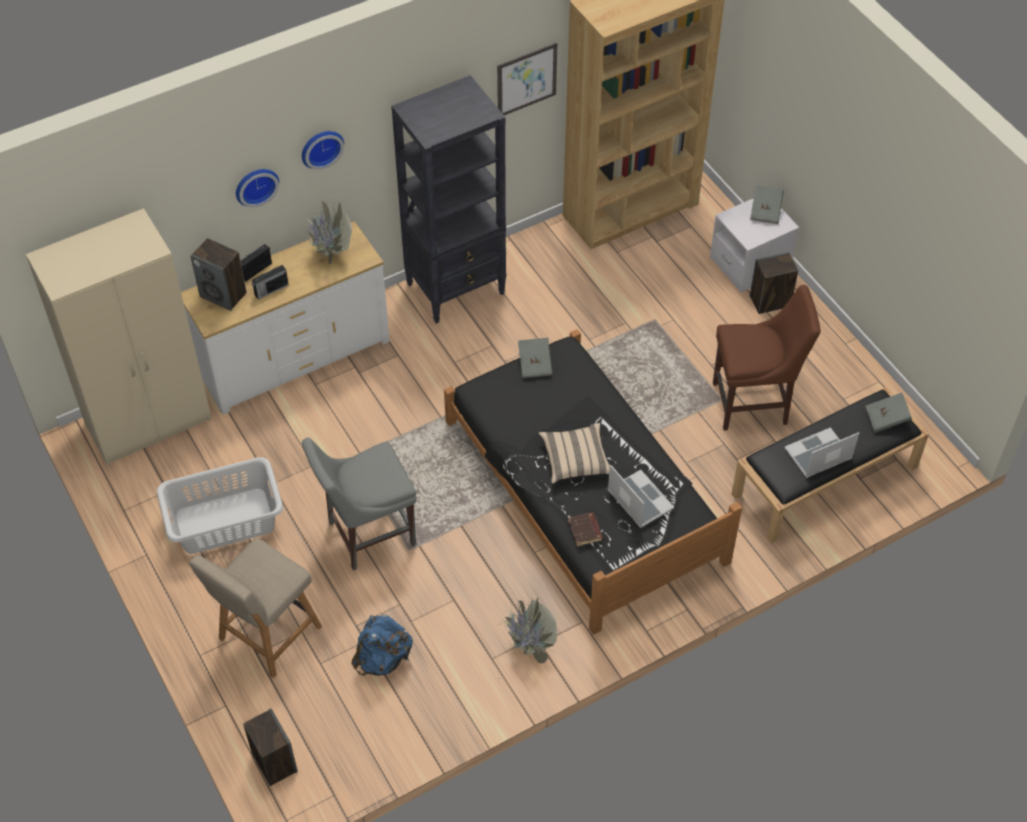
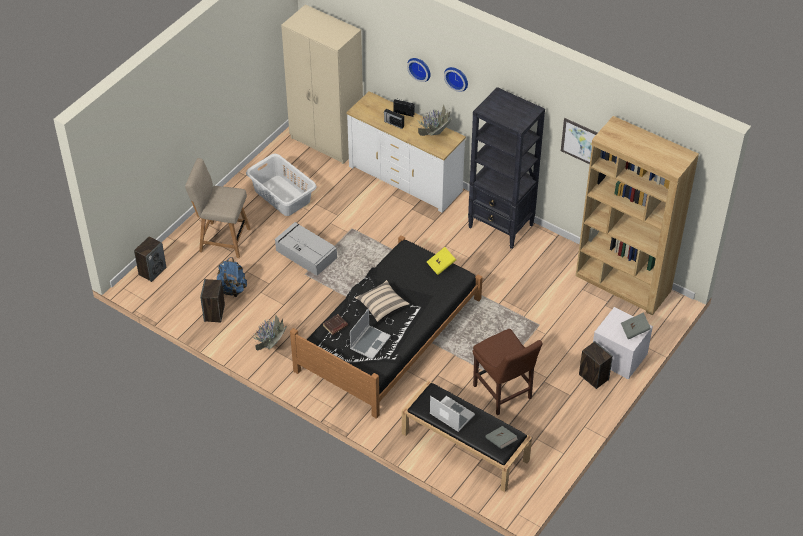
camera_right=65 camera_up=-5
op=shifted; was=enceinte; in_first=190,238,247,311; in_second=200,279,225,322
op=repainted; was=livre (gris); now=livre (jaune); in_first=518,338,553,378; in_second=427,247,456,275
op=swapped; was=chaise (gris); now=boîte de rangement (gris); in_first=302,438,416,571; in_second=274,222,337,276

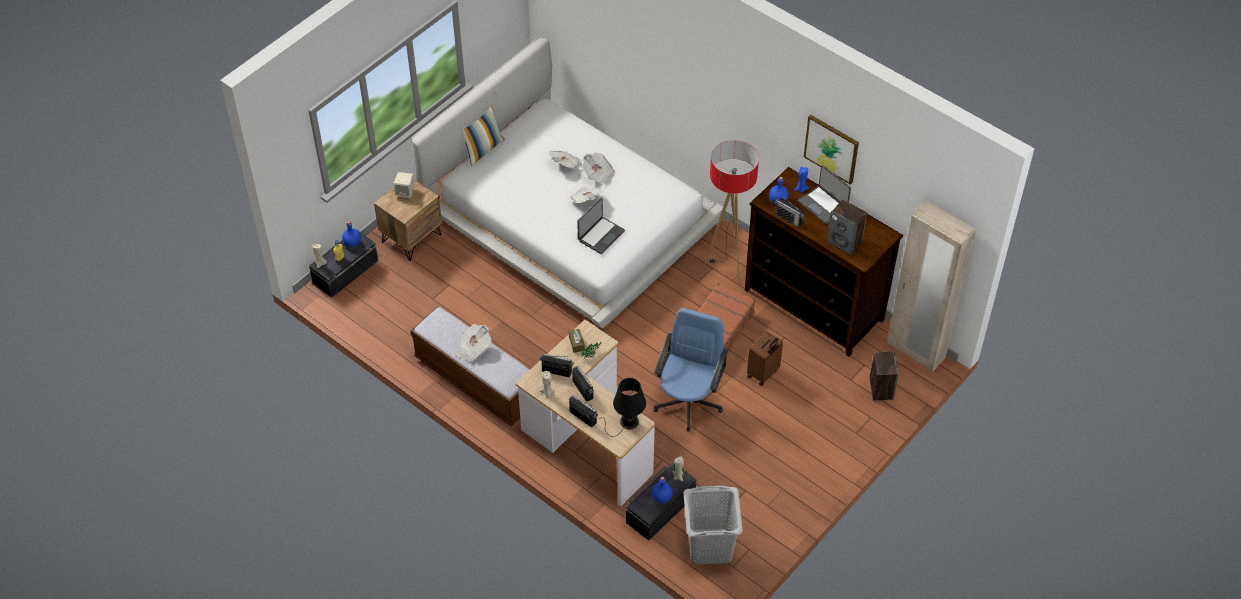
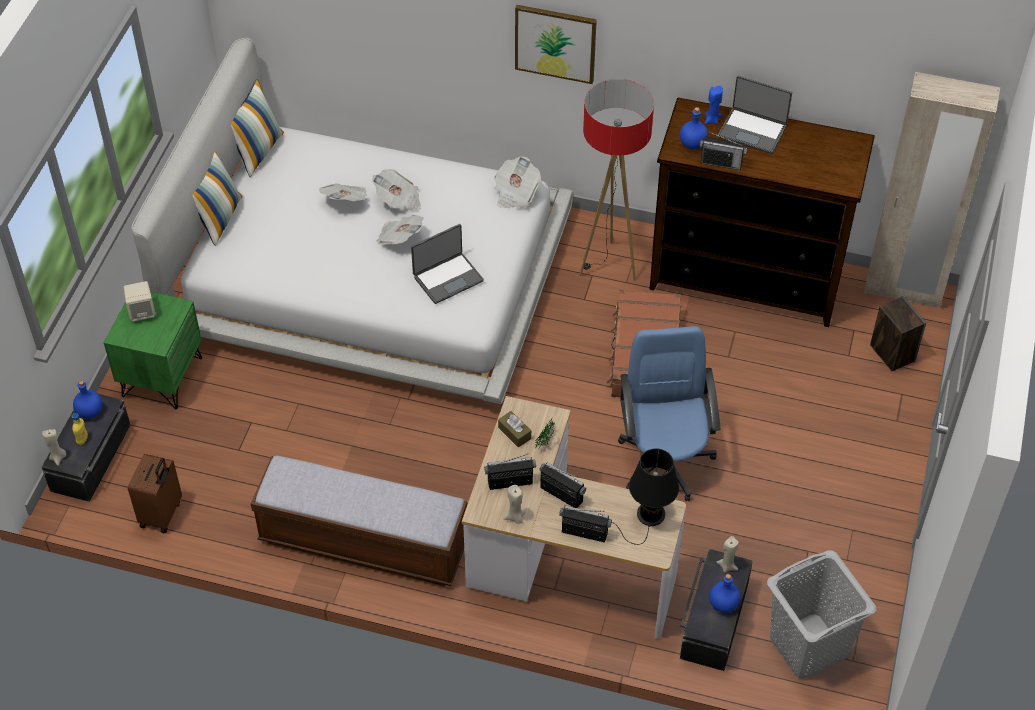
camera_right=-25 camera_up=0
op=shifted; was=tableau; in_first=804,115,859,185; in_second=515,5,597,84
op=repainted; was=table de chevet (marron); now=table de chevet (vert); in_first=374,180,442,261; in_second=104,292,202,409
op=rotated; was=ordinateur portable; in_first=577,197,625,254; in_second=411,224,484,304; clockwise=45
op=gone; was=enceinte; in_first=827,200,867,255
op=shifted; was=journal; in_first=456,324,492,362; in_second=494,156,541,208
op=shifted; was=valise (marron); in_first=747,331,783,386; in_second=128,454,182,533
op=new; now=coussin; in_second=231,79,284,177

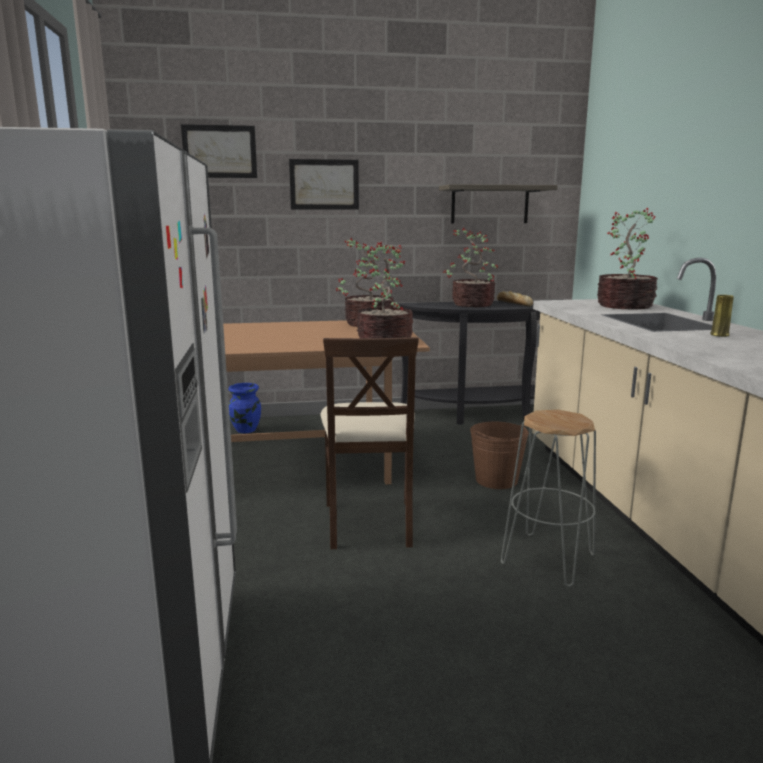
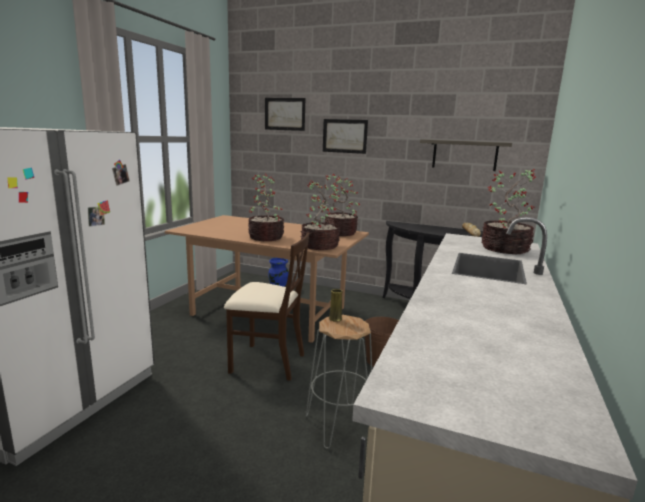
camera_right=30 camera_up=0
op=shifted; was=plante en pot; in_first=443,228,498,307; in_second=248,173,284,241
op=shifted; was=vase (jaune); in_first=710,295,734,337; in_second=329,289,342,322
op=rotated; was=chaise (beige); in_first=320,337,419,549; in_second=224,233,310,381; clockwise=-105

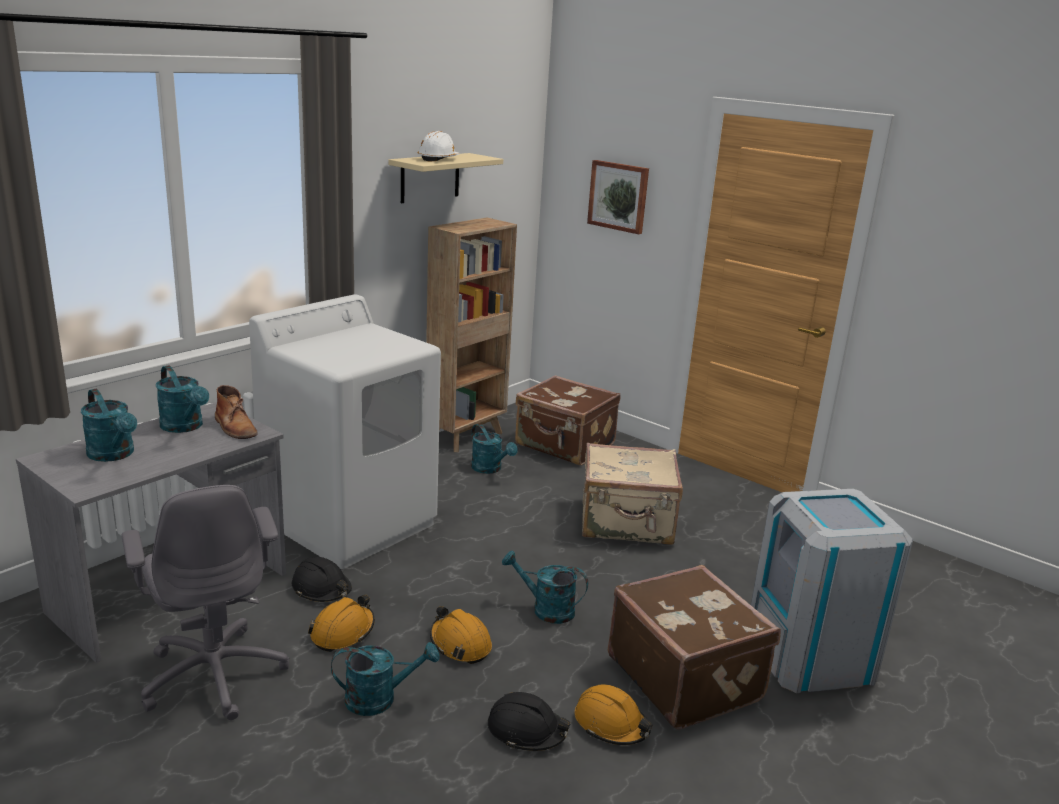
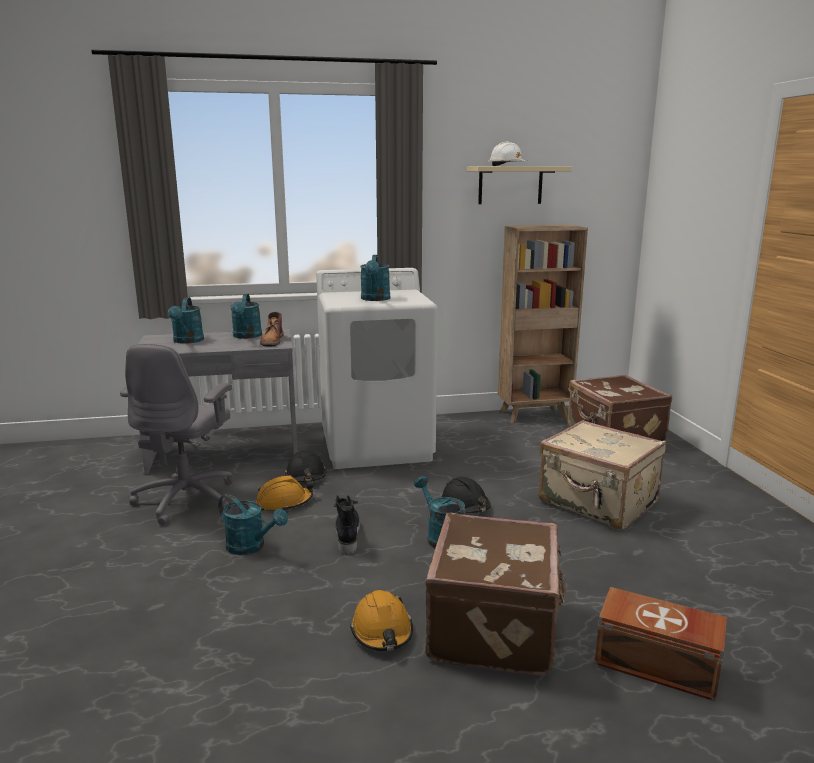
camera_right=40 camera_up=-5
op=gone; was=tableau; in_first=587,160,649,234
op=shifted; was=arrosoir (turquoise); in_first=471,424,518,474; in_second=360,255,390,301
op=swapped; was=poubelle (gris); now=boîte de rangement (marron); in_first=751,489,913,693; in_second=595,587,727,702
op=swapped; was=casque de chantier (orange); now=botte (noir); in_first=430,606,492,664; in_second=334,495,360,554
op=shifted; was=casque de chantier (noir); in_first=488,692,571,751; in_second=442,477,491,513

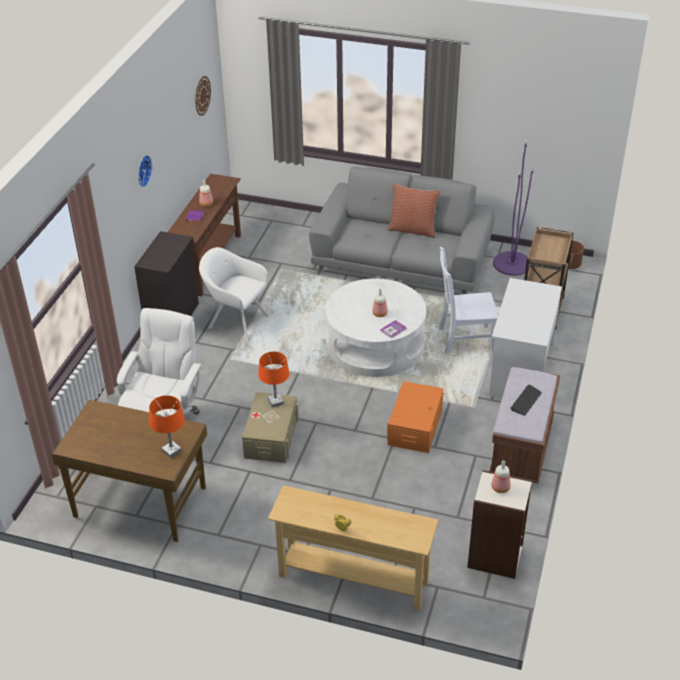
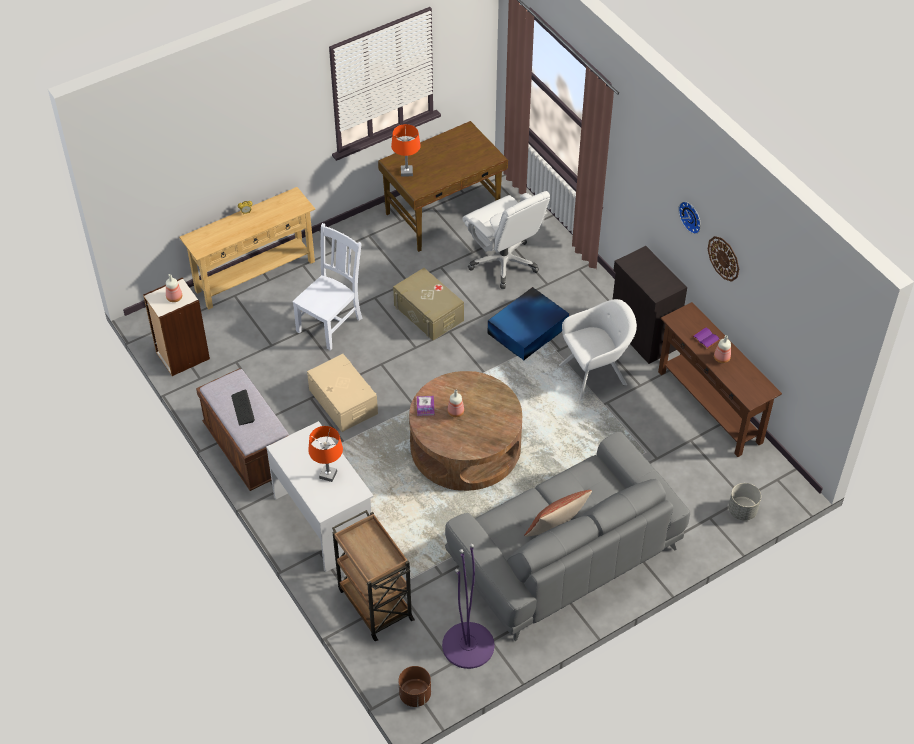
camera_right=130 camera_up=10
op=shifted; was=horloge murale; in_first=195,76,211,116; in_second=708,236,739,282
op=shifted; was=chaise (blanc); in_first=439,247,498,354; in_second=293,223,363,351
op=repainted; was=table basse (blanc); now=table basse (marron); in_first=325,279,426,377; in_second=409,371,522,491
op=shifted; was=lampe de table (orange); in_first=258,352,289,408; in_second=308,426,343,482
op=repainted; was=boîte de rangement (orange); now=boîte de rangement (beige); in_first=387,381,444,453; in_second=307,354,378,432
op=new; now=boîte de rangement (bleu); in_second=488,287,569,360
op=new; now=cache-pot (gris); in_second=728,483,761,520

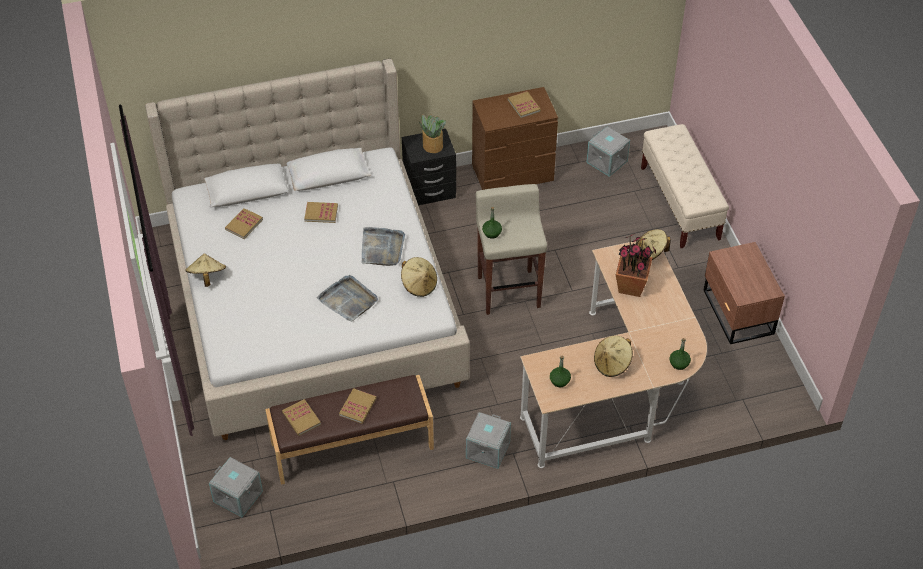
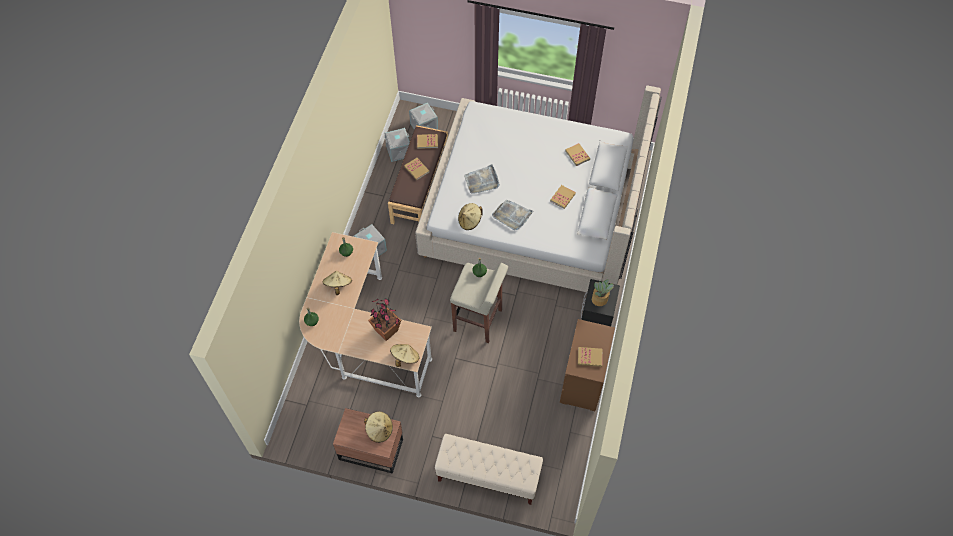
camera_right=120 camera_up=10
op=shifted; was=boîte de rangement (gris); in_first=586,127,630,177; in_second=385,128,410,162
op=shifted; was=chapeau (beige); in_first=185,254,226,287; in_second=364,411,393,443

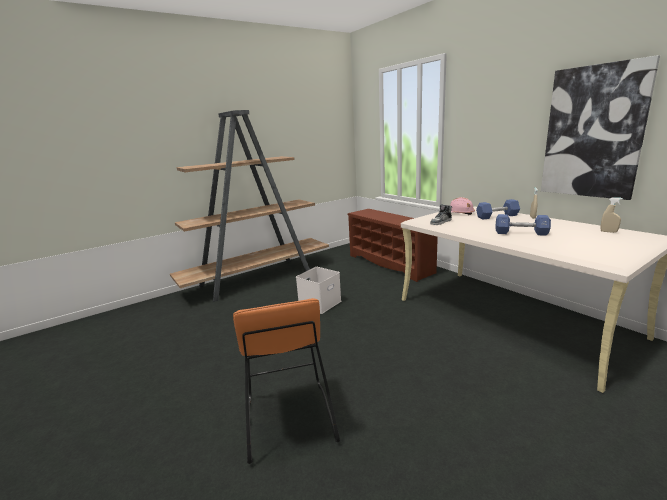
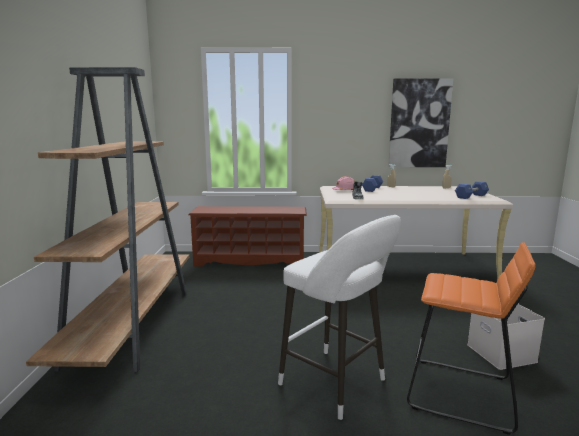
camera_right=-55 camera_up=-5
op=shifted; was=haltère (bleu); in_first=495,214,551,236; in_second=455,181,489,199
op=shifted; was=boîte de rangement (blanc); in_first=296,267,341,314; in_second=467,304,545,370
op=new; now=tabouret (blanc); in_second=278,215,401,420

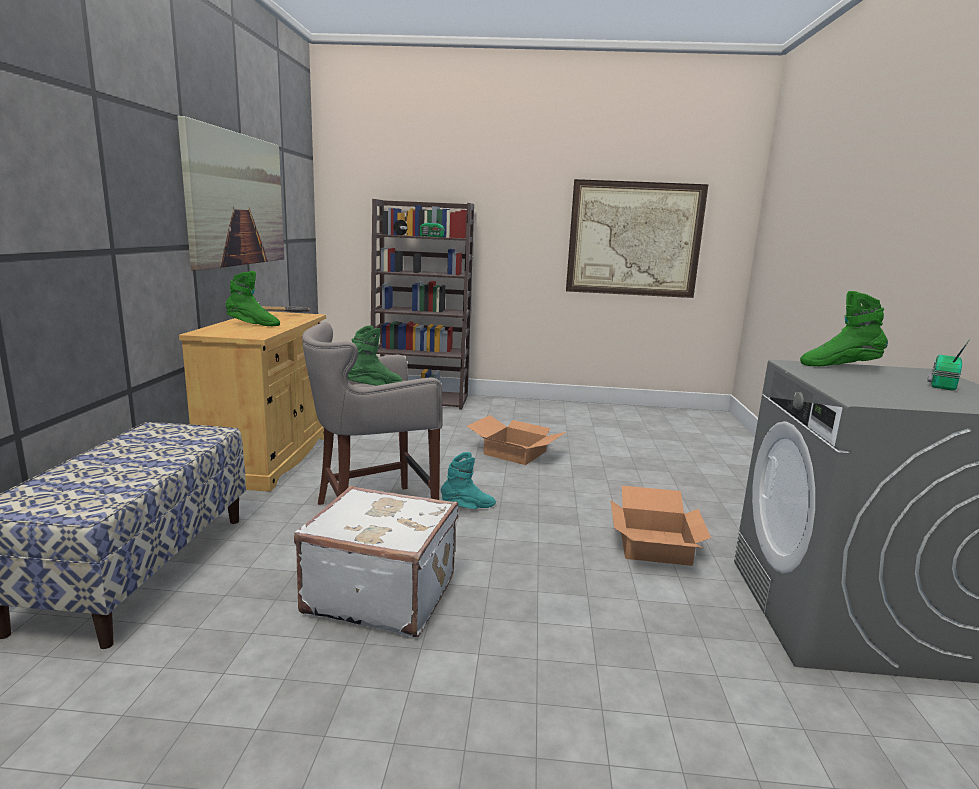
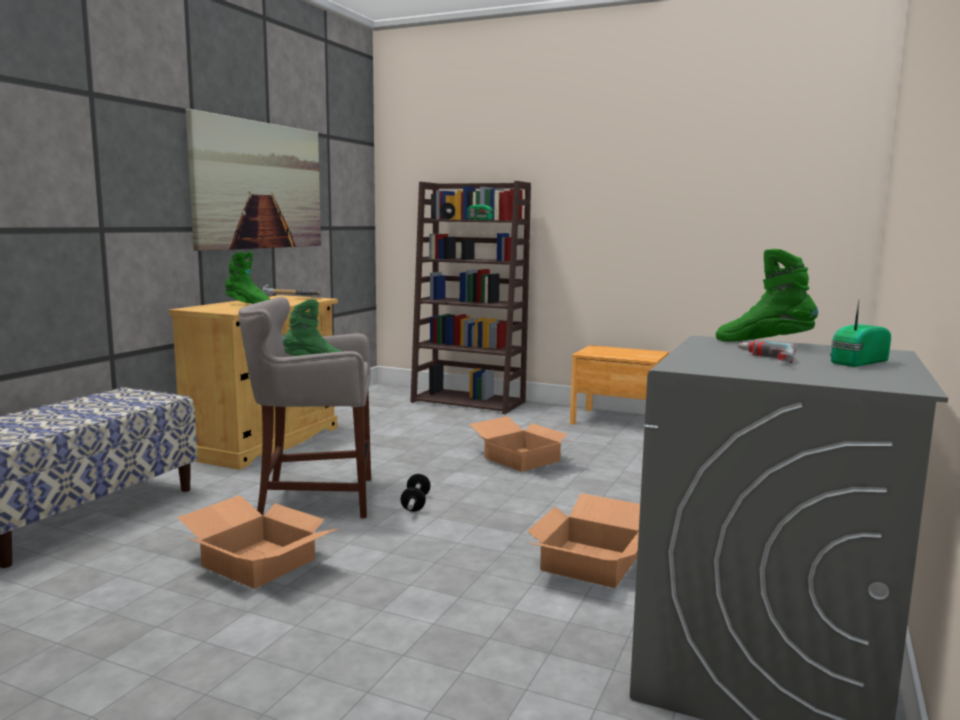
camera_right=20 camera_up=-5
op=gone; was=tableau; in_first=566,179,708,298
op=swapped; was=botte (turquoise); now=haltère; in_first=441,452,496,509; in_second=400,474,431,512
op=swapped; was=valise (blanc); now=carton; in_first=294,486,458,637; in_second=177,495,339,589
op=new; now=perceuse; in_second=737,340,796,363
op=new; now=table de chevet (marron); in_second=570,345,669,424

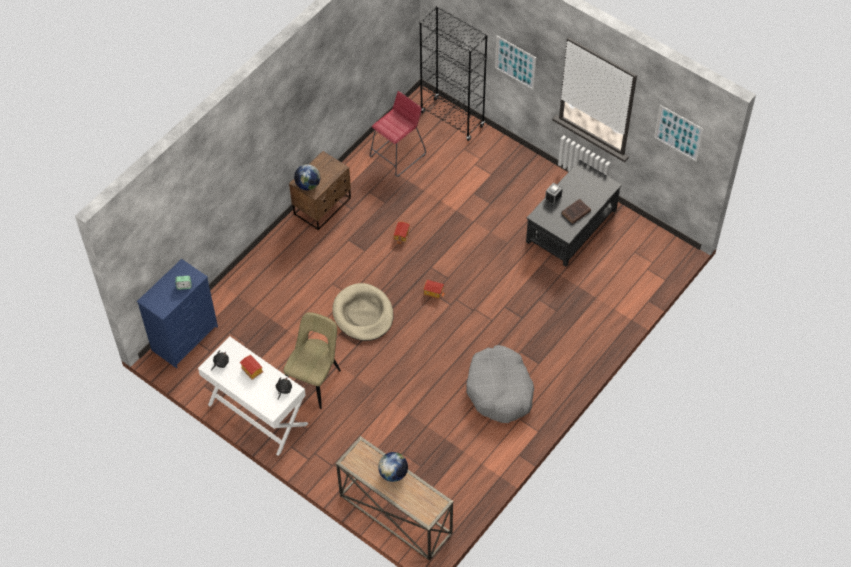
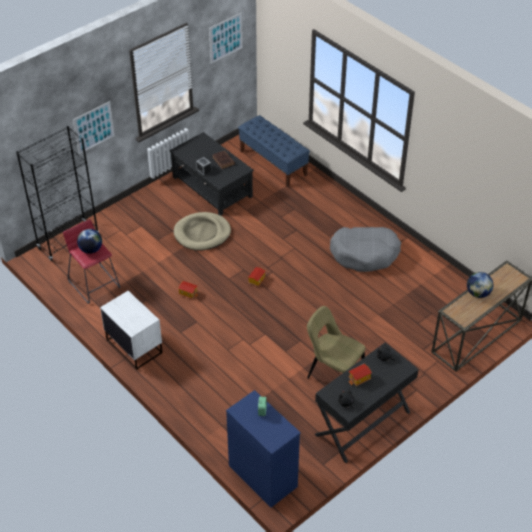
camera_right=-80 camera_up=-10
op=repainted; was=table de chevet (marron); now=table de chevet (blanc); in_first=289,151,351,230; in_second=100,291,162,370
op=shifted; was=globe; in_first=294,164,320,190; in_second=77,229,102,254
op=shifted; was=panier pour chien (beige); in_first=332,283,394,341; in_second=174,212,231,251
op=repainted; was=bureau (blanc); now=bureau (noir); in_first=198,337,309,456; in_second=314,343,419,463
op=new; now=banc (bleu); in_second=238,115,310,187

